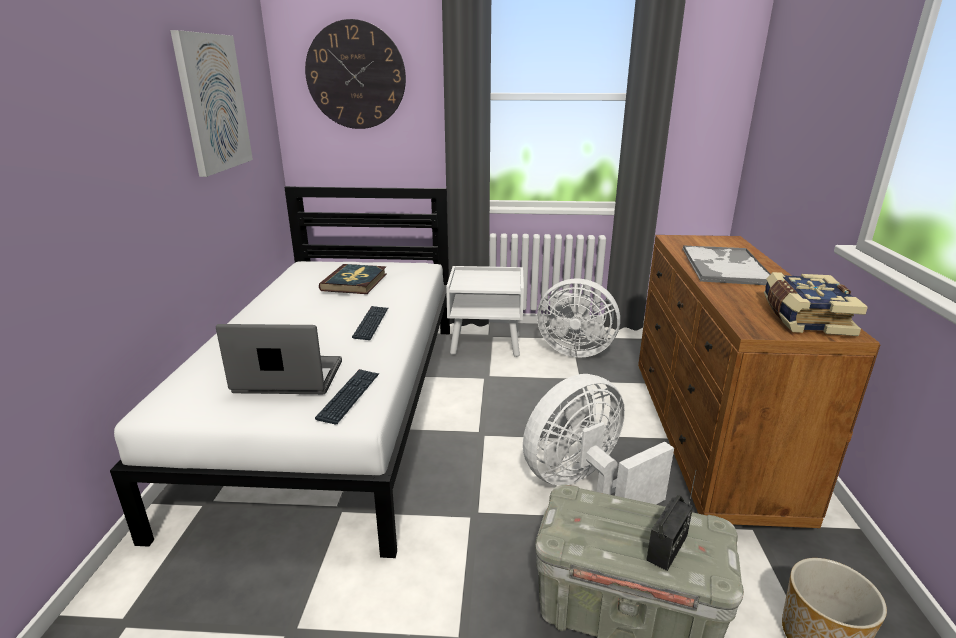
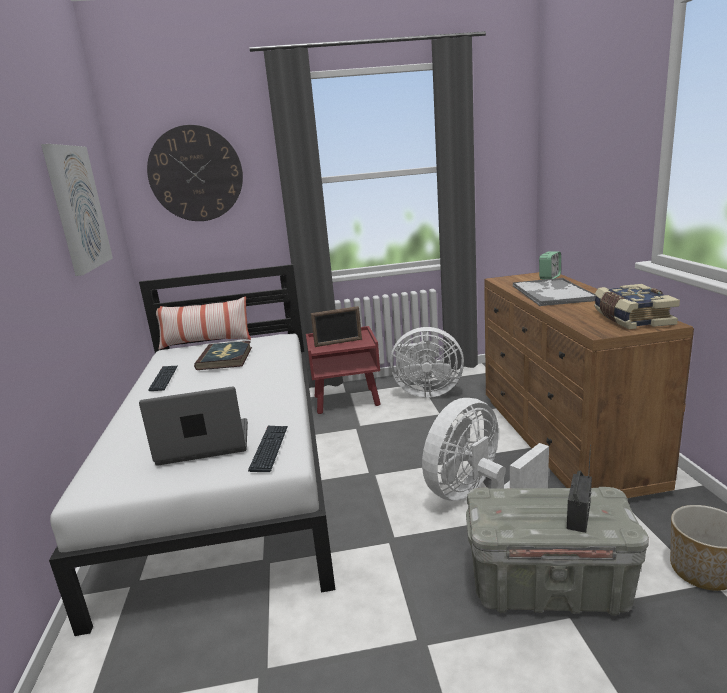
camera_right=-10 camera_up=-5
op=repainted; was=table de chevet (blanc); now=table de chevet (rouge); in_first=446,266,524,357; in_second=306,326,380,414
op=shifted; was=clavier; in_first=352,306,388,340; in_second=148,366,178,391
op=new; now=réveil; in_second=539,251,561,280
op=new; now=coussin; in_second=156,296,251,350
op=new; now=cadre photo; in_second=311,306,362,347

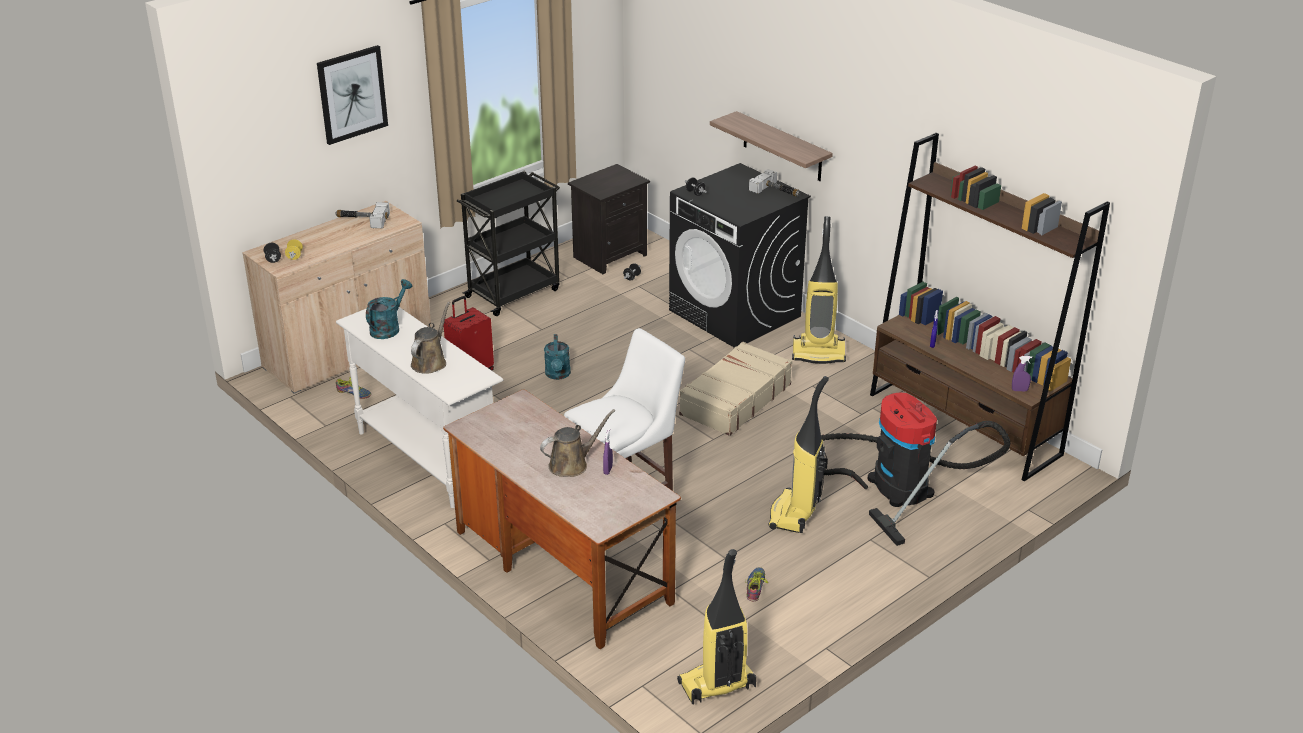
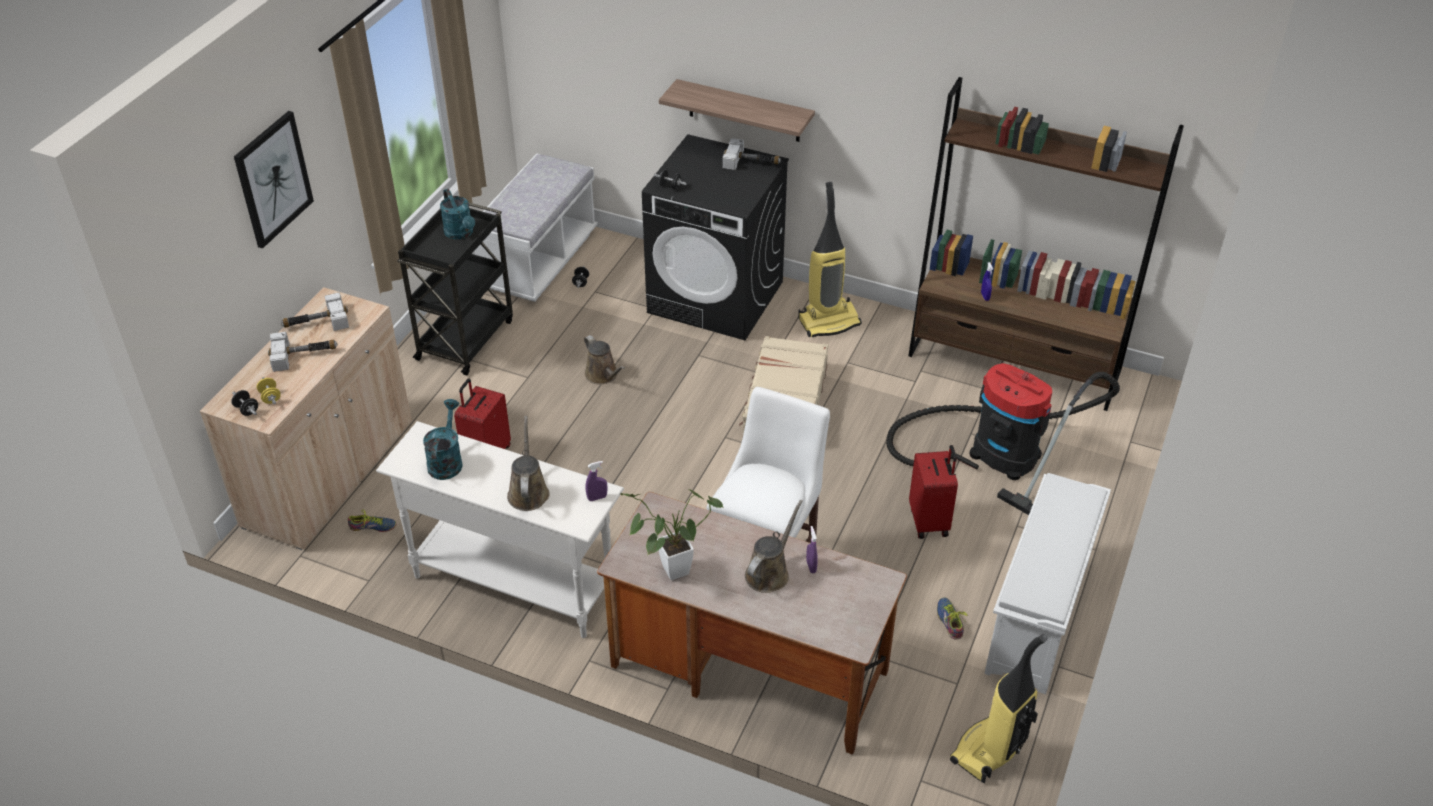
camera_right=-25 camera_up=10
op=swapped; was=table de chevet (noir); now=banc (blanc); in_first=568,164,650,274; in_second=474,154,597,302
op=shifted; was=arrosoir (turquoise); in_first=544,334,571,380; in_second=440,189,475,240
op=shifted; was=vaporisateur (violet); in_first=1012,356,1032,391; in_second=586,461,607,501
op=swapped; was=aspirateur; now=valise (rouge); in_first=768,376,829,533; in_second=909,445,958,539
op=new; now=marteau; in_second=268,332,337,372
op=new; now=arrosoir (marron); in_second=584,335,625,385
op=new; now=étagère à chaussures (blanc); in_second=984,473,1111,694
op=new; now=plante en pot; in_second=620,489,723,580

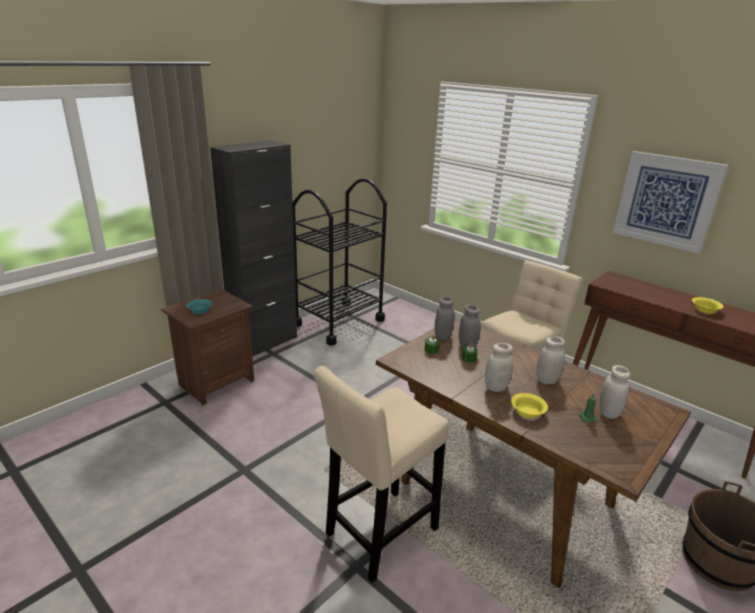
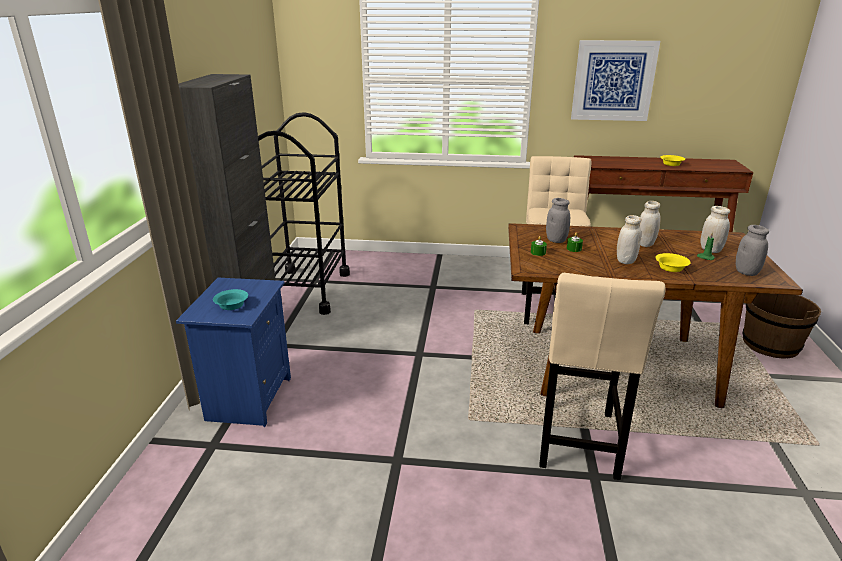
camera_right=-35 camera_up=0
op=repainted; was=table de chevet (marron); now=table de chevet (bleu); in_first=161,289,254,406; in_second=176,278,291,427
op=shifted; was=bocal (gris); in_first=435,296,455,340; in_second=736,225,769,276

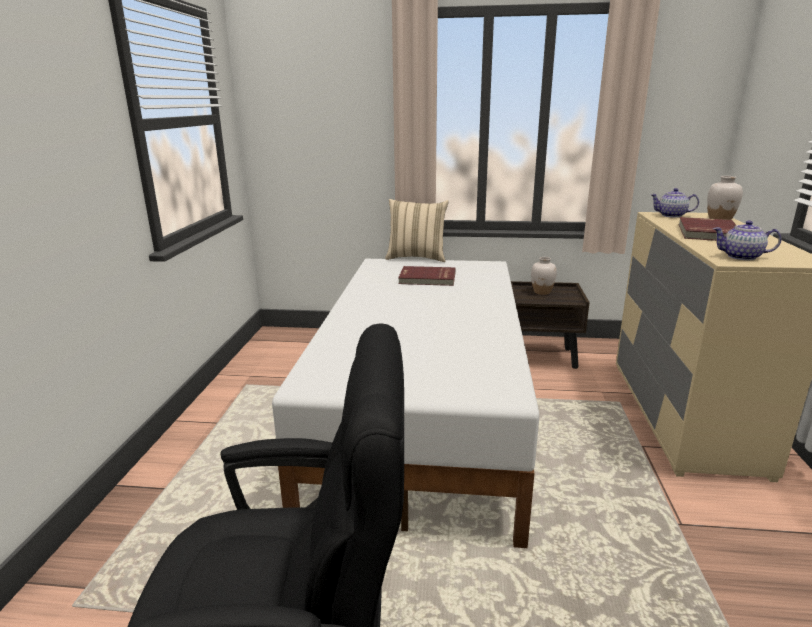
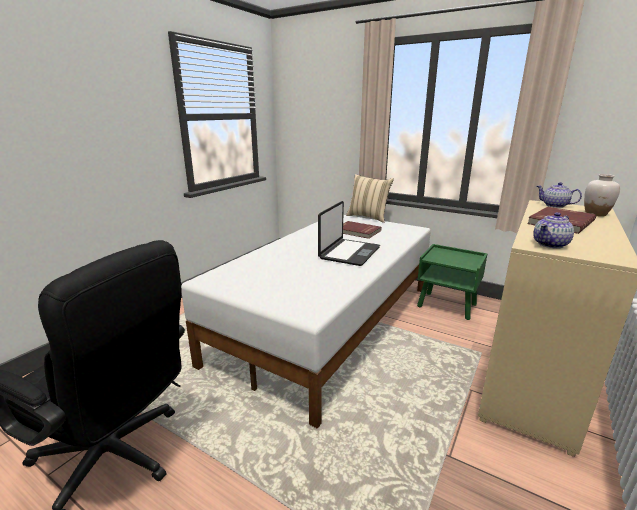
camera_right=25 camera_up=0
op=rotated; was=théière; in_first=713,220,782,260; in_second=533,212,574,249; clockwise=-75
op=gone; was=vase (blanc); in_first=531,257,557,295
op=repainted; was=table de chevet (marron); now=table de chevet (vert); in_first=511,281,590,369; in_second=417,244,488,320
op=new; now=ordinateur portable; in_second=318,201,380,266

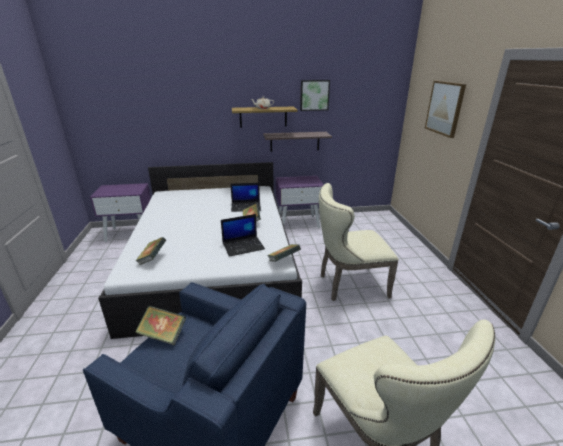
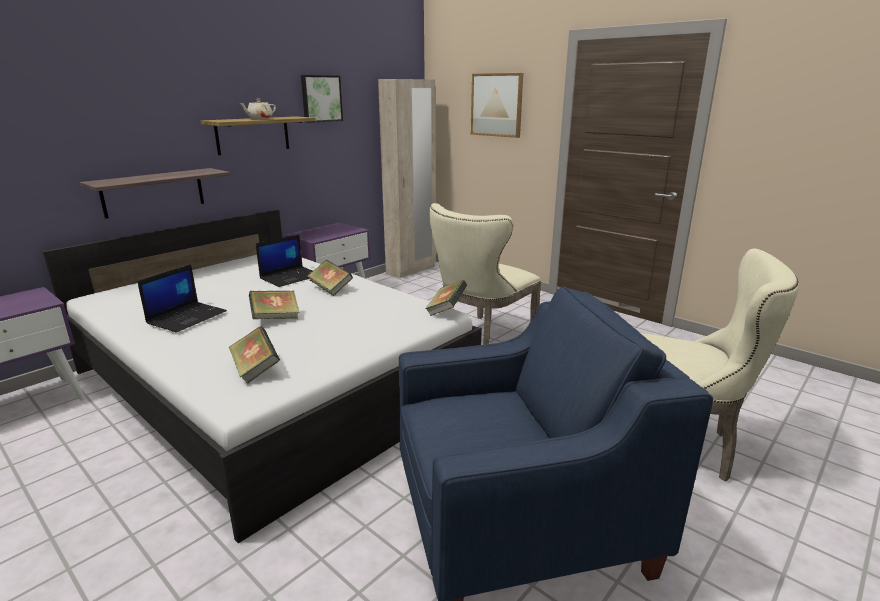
camera_right=-40 camera_up=-5
op=shifted; was=étagère; in_first=263,132,332,152; in_second=80,168,230,219
op=shifted; was=ordinateur portable; in_first=221,214,265,257; in_second=137,264,227,333
op=shifted; was=livre; in_first=135,306,186,345; in_second=249,291,300,319
op=new; now=armoire (beige); in_second=378,79,436,278

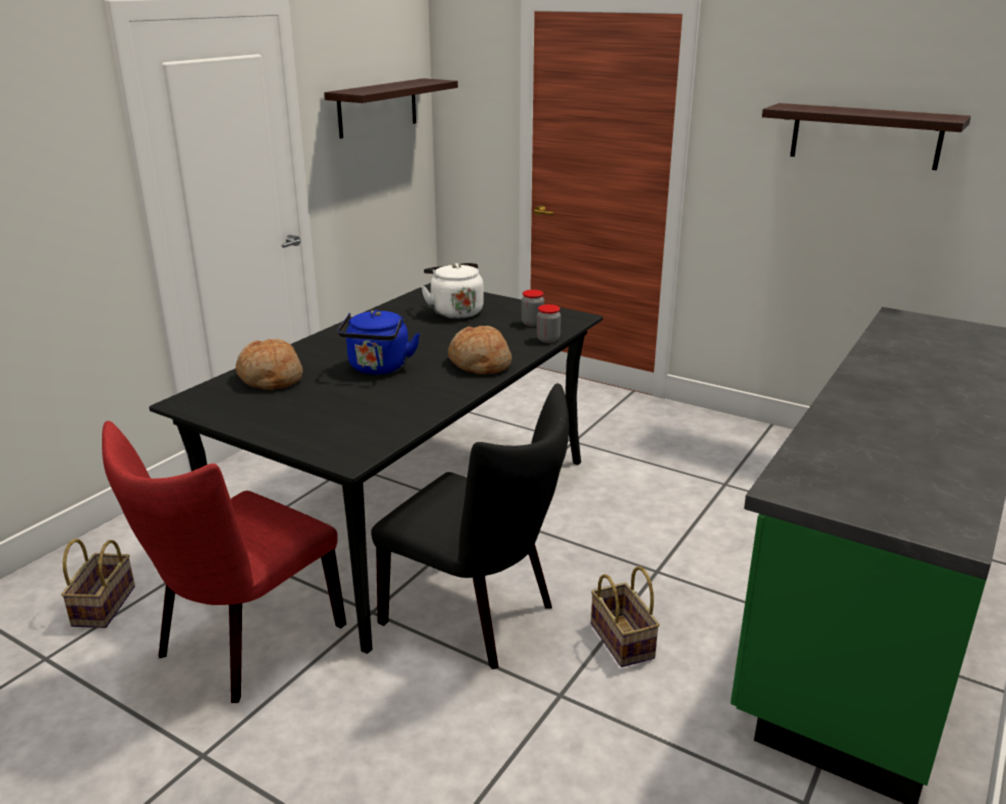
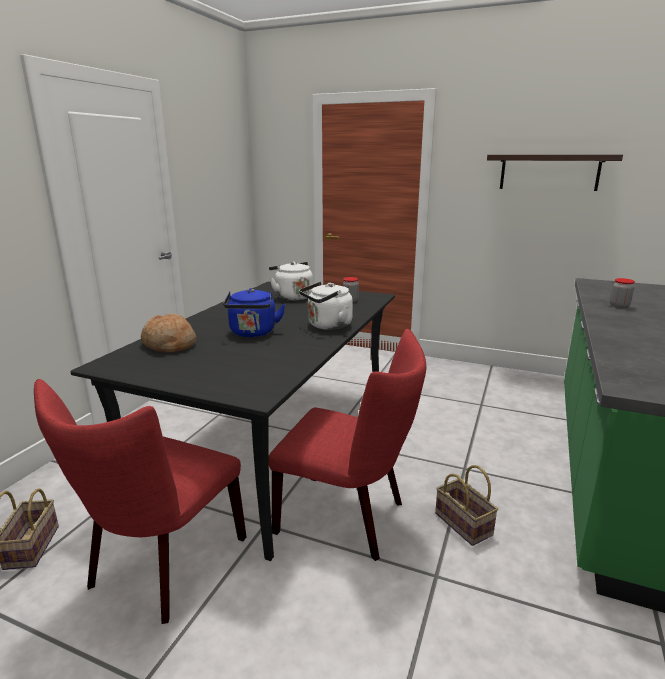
camera_right=-10 camera_up=-5
op=gone; was=étagère; in_first=324,78,458,139
op=shifted; was=bocal; in_first=537,304,561,343; in_second=610,278,635,308
op=swapped; was=pain; now=bouilloire (blanc); in_first=448,326,512,374; in_second=299,282,353,330
op=repainted; was=chaise (noir); now=chaise (rouge); in_first=371,383,569,669; in_second=269,329,426,561

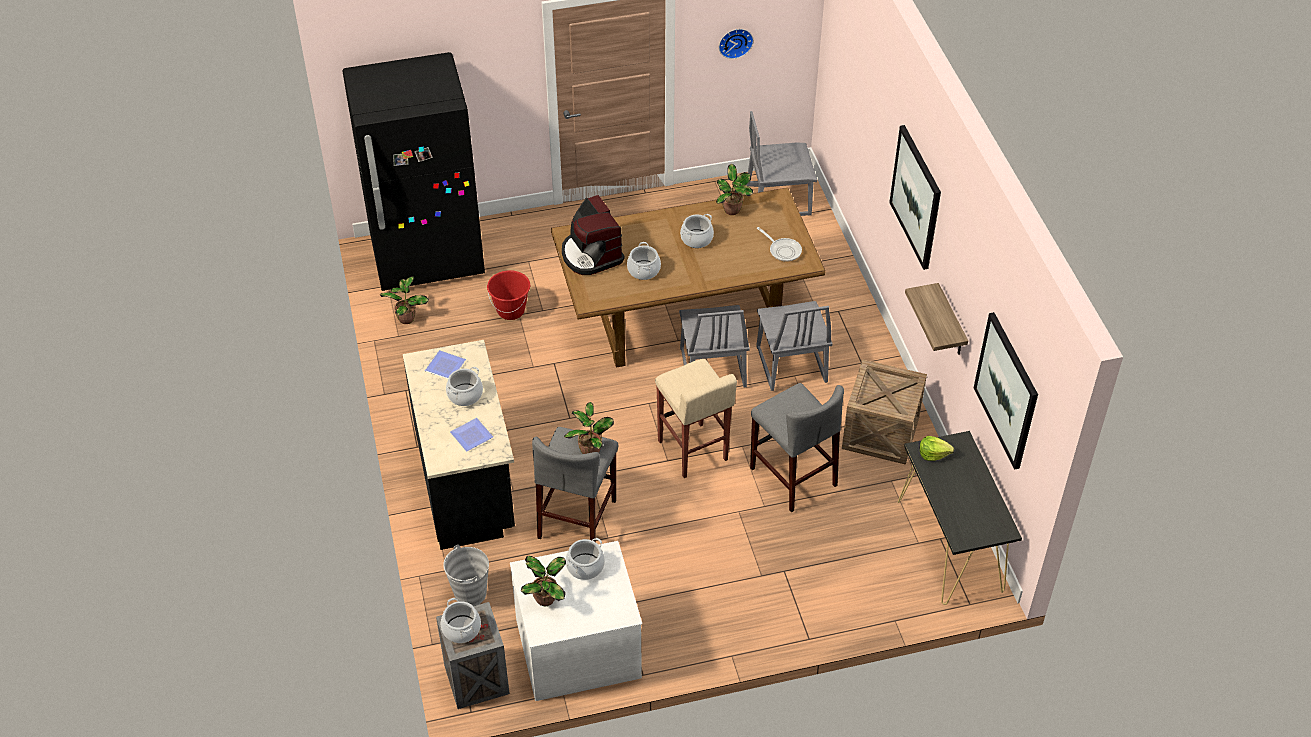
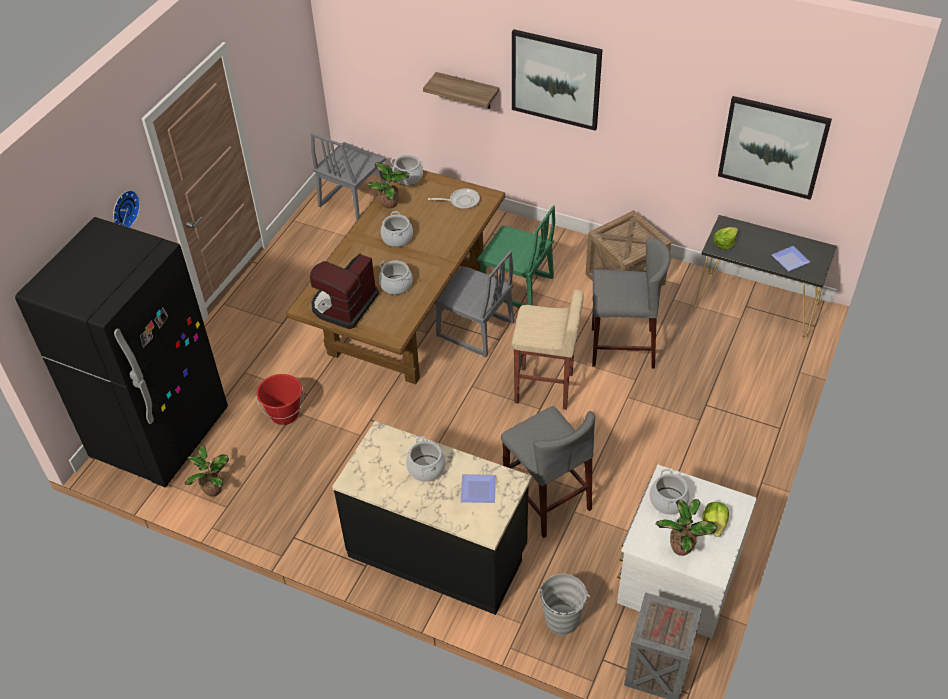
camera_right=-50 camera_up=0
op=shifted; was=horloge murale; in_first=719,29,754,59; in_second=113,190,140,228
op=rotated; was=machine à café; in_first=562,195,624,275; in_second=310,253,379,329; clockwise=105
op=shifted; was=étagère; in_first=905,283,968,355; in_second=423,72,499,109
op=repainted; was=chaise (gris); now=chaise (vert); in_first=756,301,833,391; in_second=477,205,555,308
op=shifted; was=assiette; in_first=425,350,466,379; in_second=772,246,810,271
op=gone; was=plante en pot; in_first=564,402,614,454
op=shifted; was=marmite; in_first=441,598,481,643; in_second=390,155,424,185
op=new; now=laitue; in_second=702,502,729,537

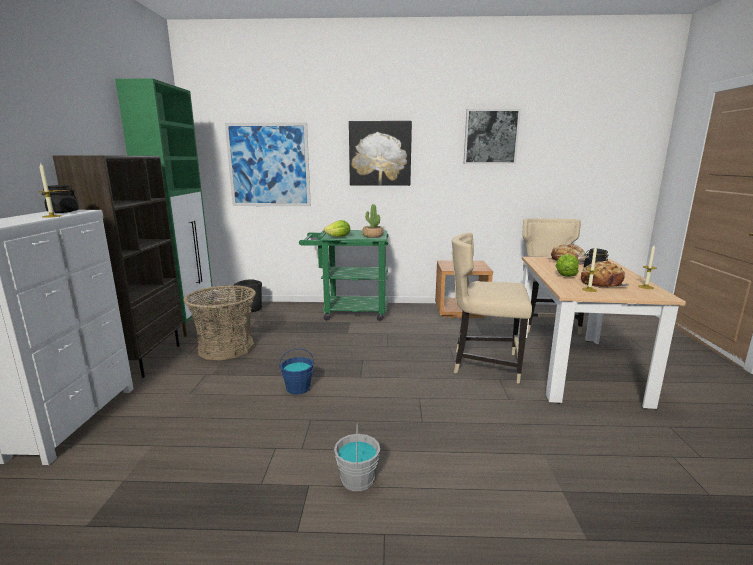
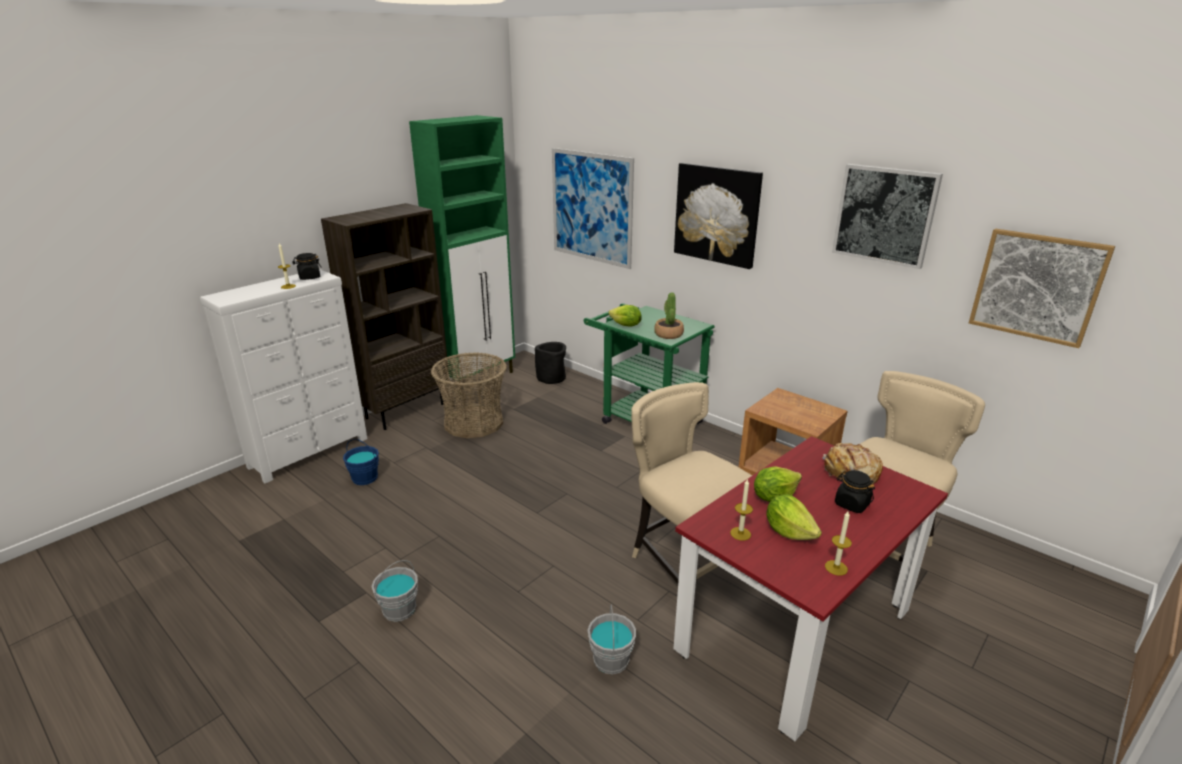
camera_right=40 camera_up=10
op=repainted; was=table à manger (beige); now=table à manger (rouge); in_first=517,256,686,410; in_second=673,436,948,741
op=swapped; was=pain; now=laitue; in_first=581,261,629,288; in_second=766,494,822,540
op=shifted; was=seau (bleu); in_first=279,349,314,395; in_second=343,439,379,485
op=new; now=tableau; in_second=969,229,1115,348
op=new; now=seau (gris); in_second=587,604,636,674

